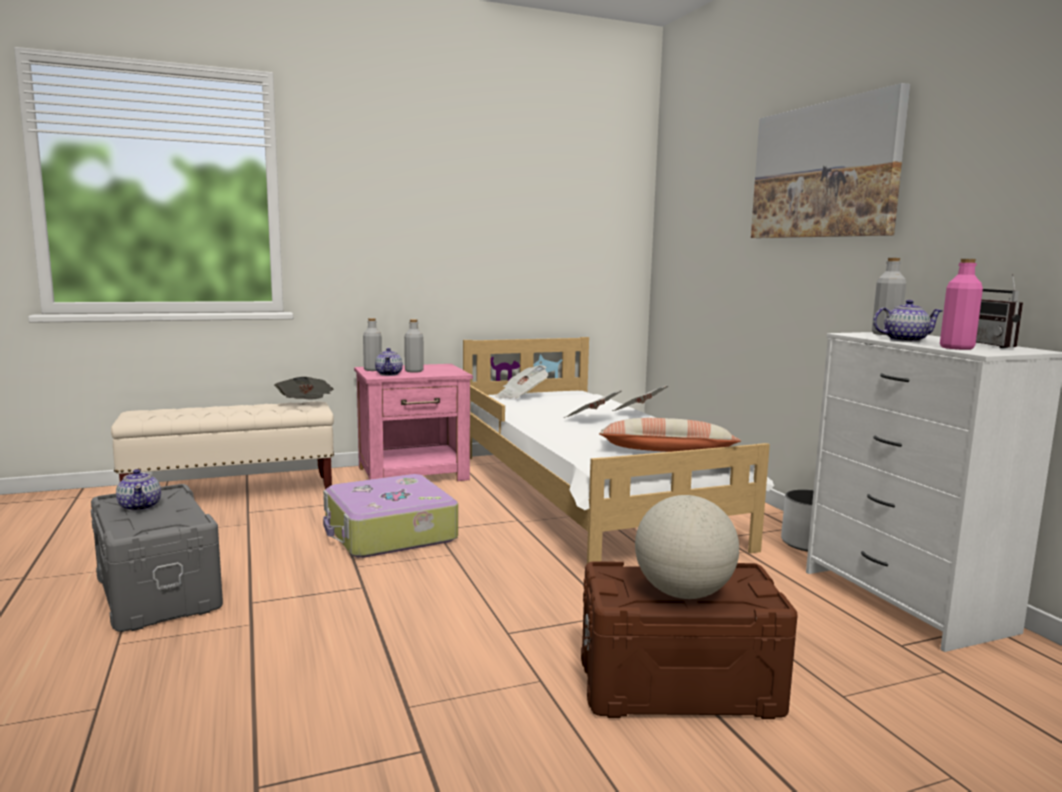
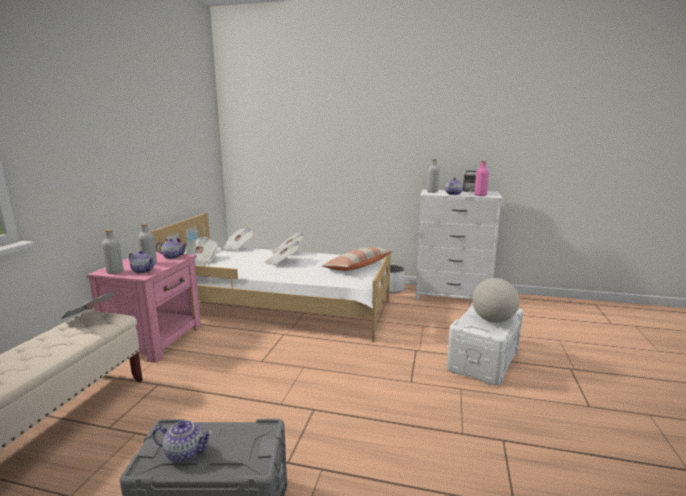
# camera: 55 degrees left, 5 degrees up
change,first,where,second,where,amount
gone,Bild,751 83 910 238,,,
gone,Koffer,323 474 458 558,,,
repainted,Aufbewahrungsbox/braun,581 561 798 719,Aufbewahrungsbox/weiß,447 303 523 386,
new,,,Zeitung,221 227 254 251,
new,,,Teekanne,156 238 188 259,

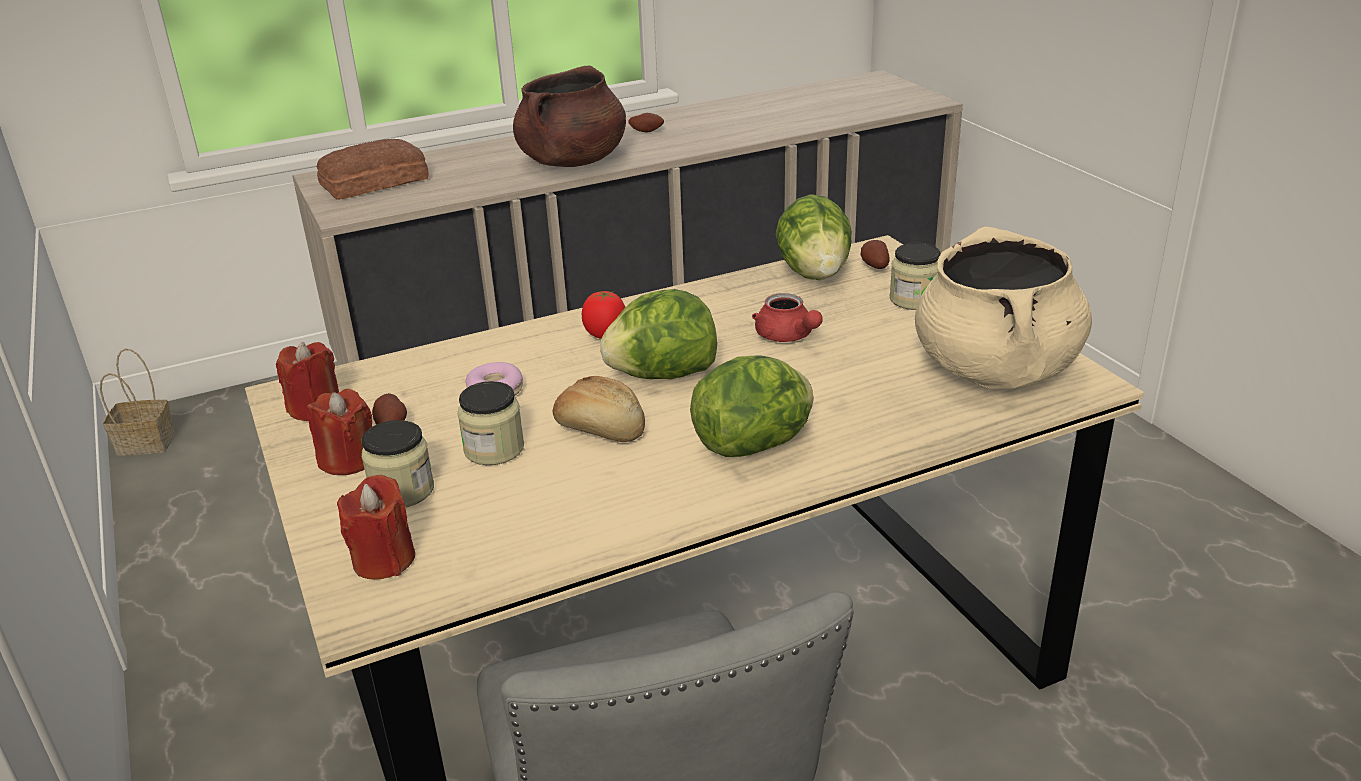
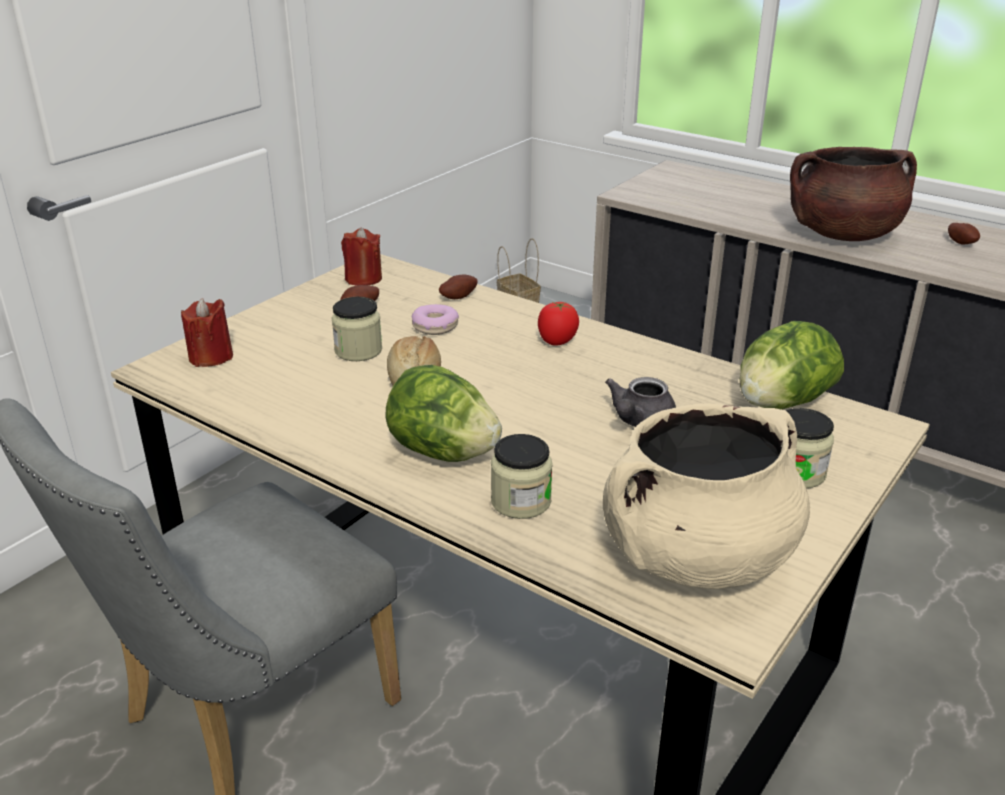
# camera: 60 degrees right, 0 degrees up
change,first,where,second,where,amount
gone,Brot,317 139 429 200,,,
shifted,Kartoffel,861 240 890 269,,439 275 478 299,
gone,Salatkopf,600 289 717 379,,,
repainted,Teekanne/rot,752 293 823 342,Teekanne/grau,605 377 676 427,
gone,Kerze/rot,307 389 372 475,,,
shifted,Vorratsglas,361 420 434 507,,491 434 553 519,

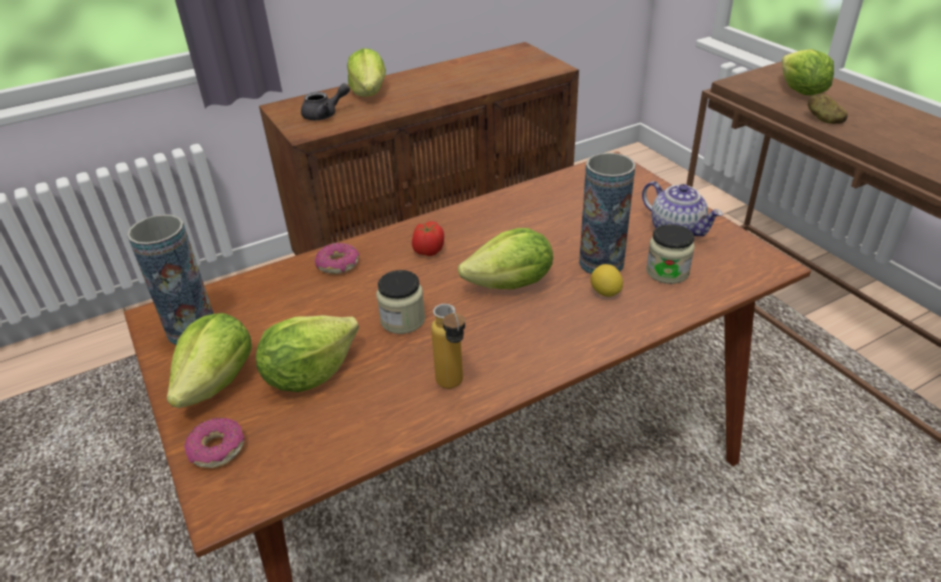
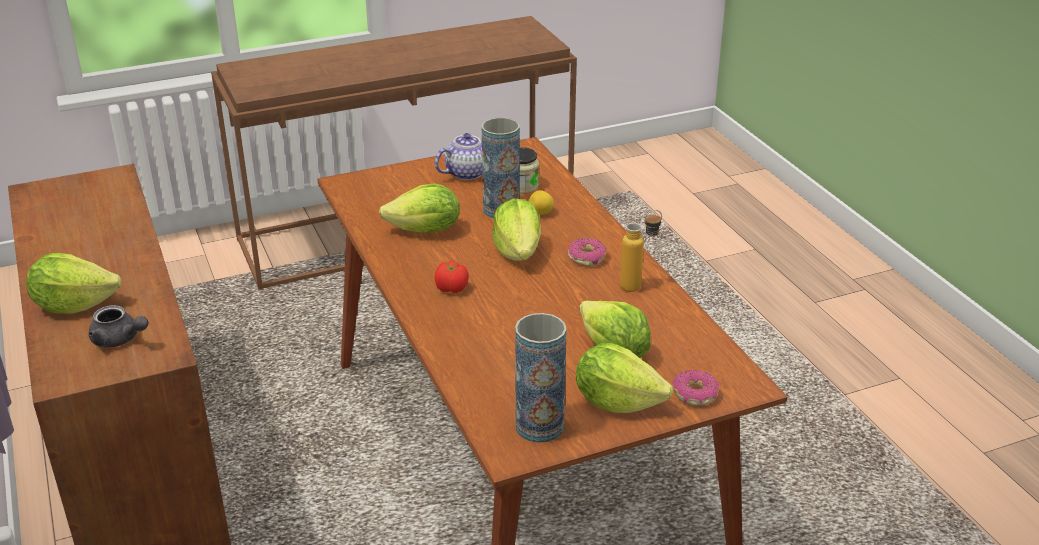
# camera: 85 degrees left, 5 degrees down
change,first,where,second,where,amount
shifted,Salatkopf,782 49 834 95,,379 184 460 233,
rotated,Teekanne/grau,301 83 350 120,,89 305 149 347,135 degrees clockwise
gone,Kartoffel,808 94 848 124,,,
shifted,Donut,315 243 359 275,,568 238 607 267,
gone,Vorratsglas,376 270 425 334,,,

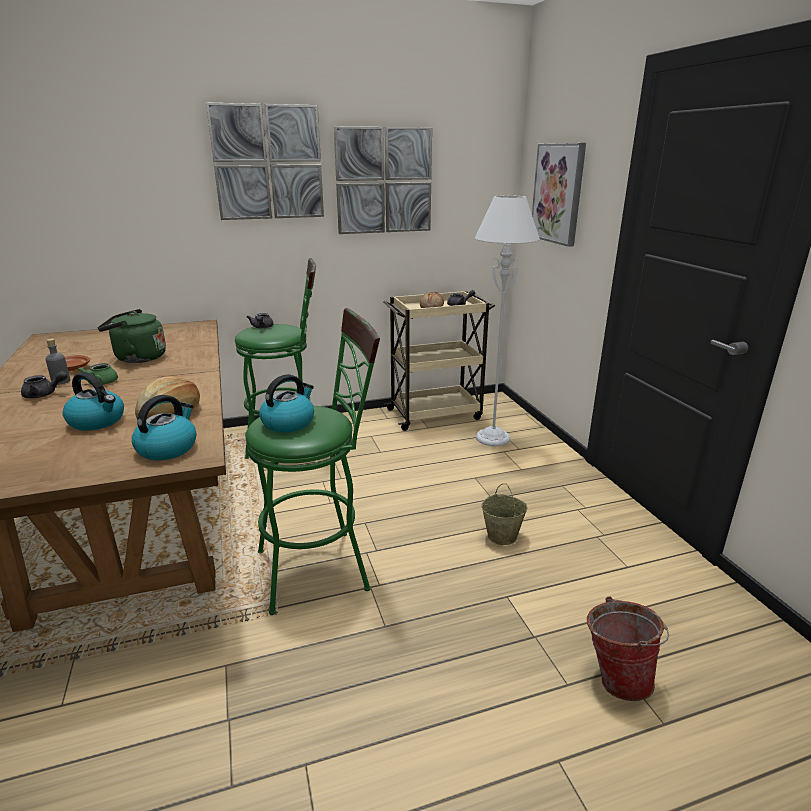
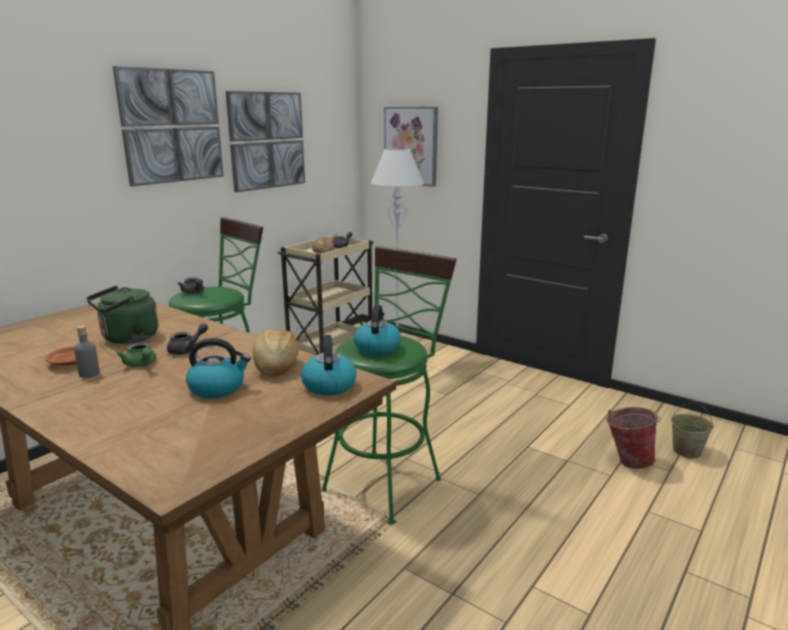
# camera: 35 degrees left, 5 degrees down
change,first,where,second,where,amount
shifted,Teekanne/grau,21 371 67 398,,167 323 208 355,
shifted,Eimer/beige,481 484 528 545,,671 402 714 458,

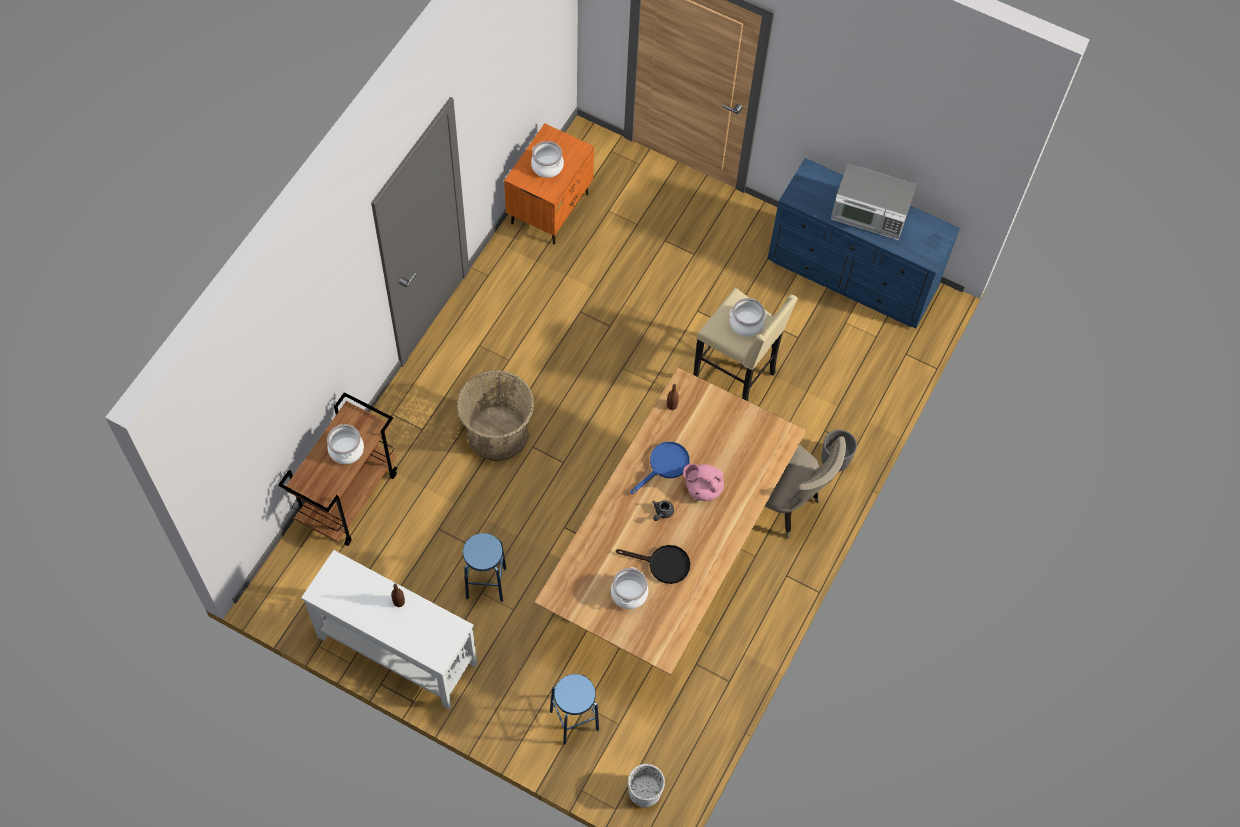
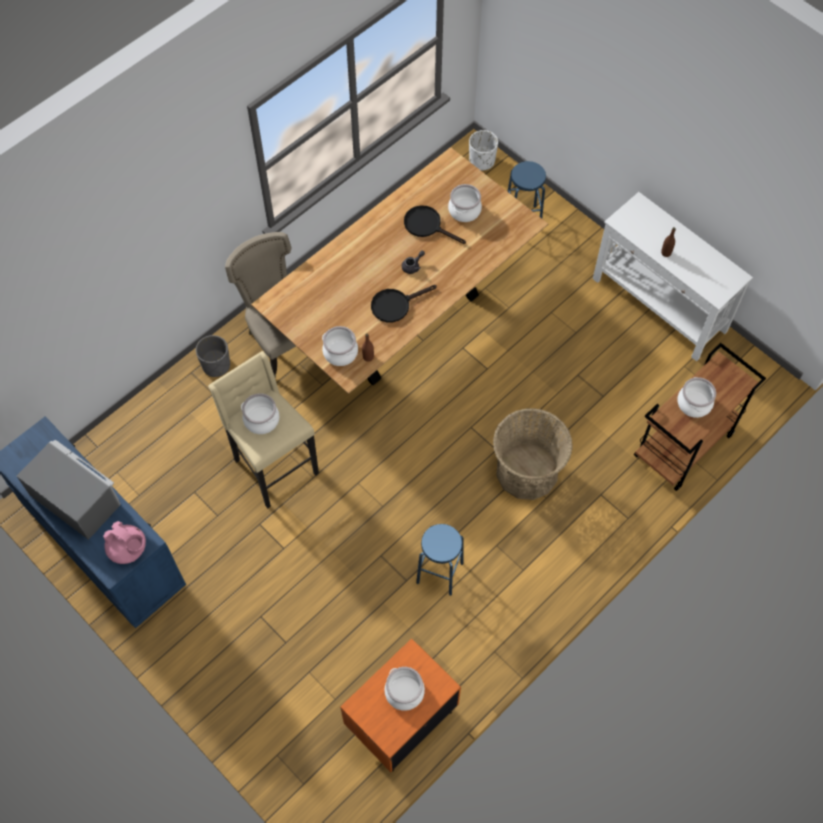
# camera: 160 degrees left, 0 degrees up
change,first,where,second,where,amount
repainted,Pfanne/blau,630 442 689 494,Pfanne/schwarz,371 285 437 322,
shifted,Teekanne/rosa,683 464 724 501,,103 521 146 564,
shifted,Hocker/blau,463 533 506 602,,416 524 464 596,
new,,,Kochtopf,322 326 358 366,

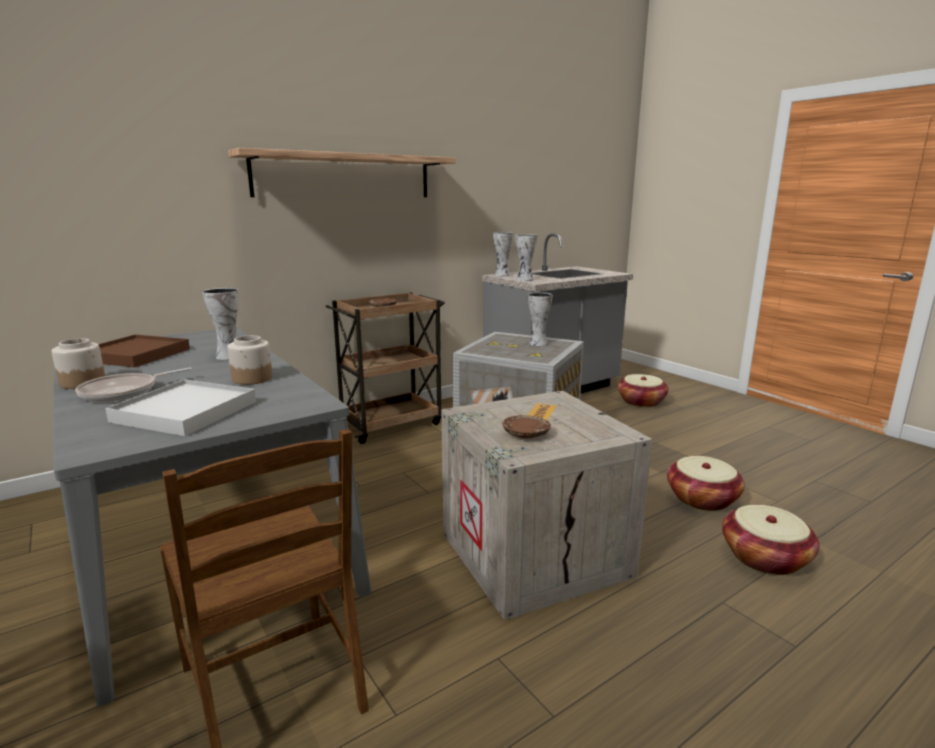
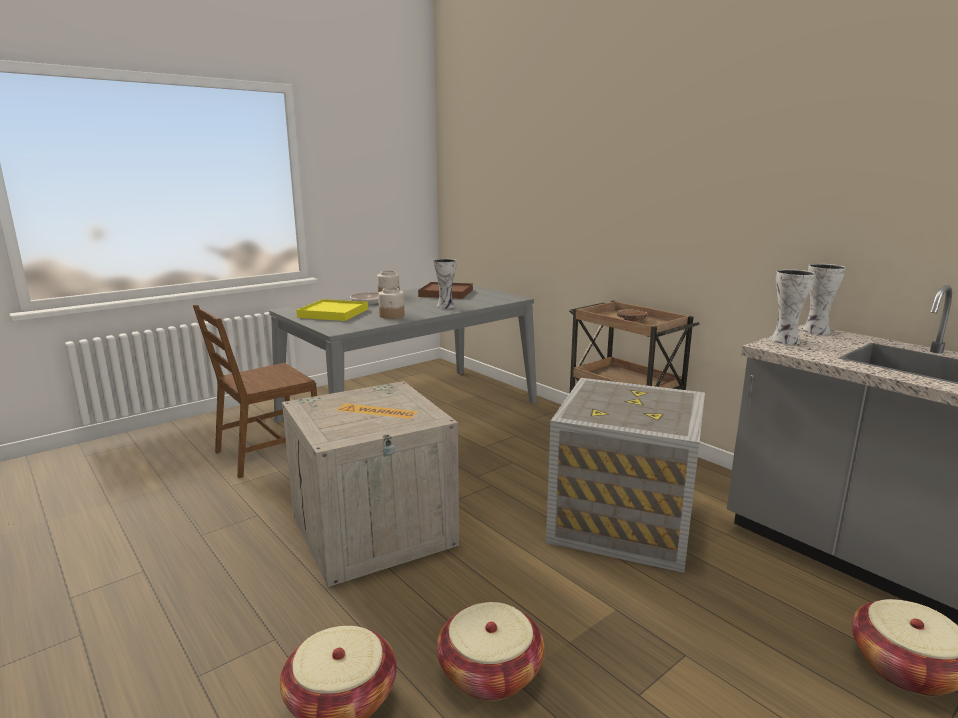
# camera: 85 degrees right, 0 degrees up
change,first,where,second,where,amount
gone,Wandregal,228 148 455 197,,,
gone,Vase,528 292 553 346,,,
repainted,Tablett/weiß,105 379 256 436,Tablett/gelb,296 299 368 321,
gone,Teller/braun,502 415 551 438,,,

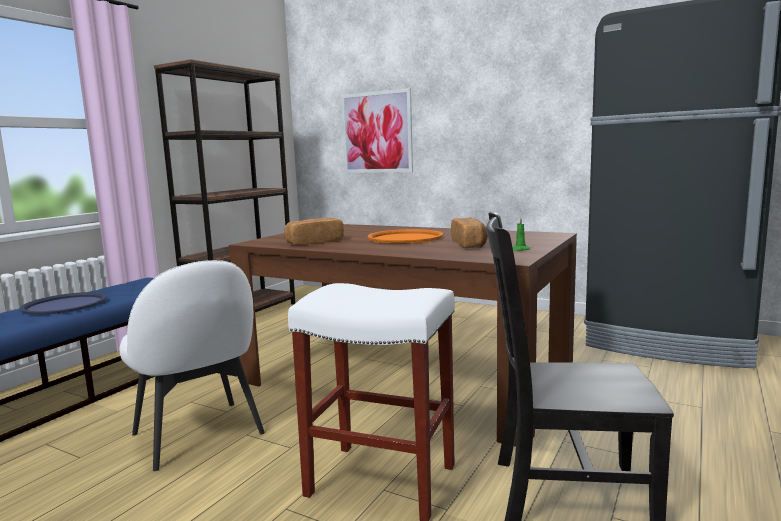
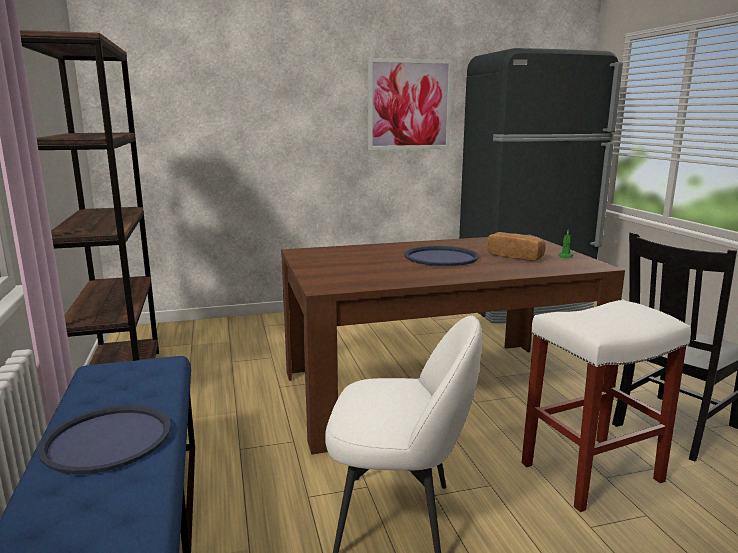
# camera: 45 degrees left, 5 degrees up
change,first,where,second,where,amount
shifted,Bild,341 88 413 173,,368 58 453 150,
gone,Brot,284 218 344 245,,,
repainted,Tablett/orange,368 229 443 244,Tablett/blau,404 246 479 266,

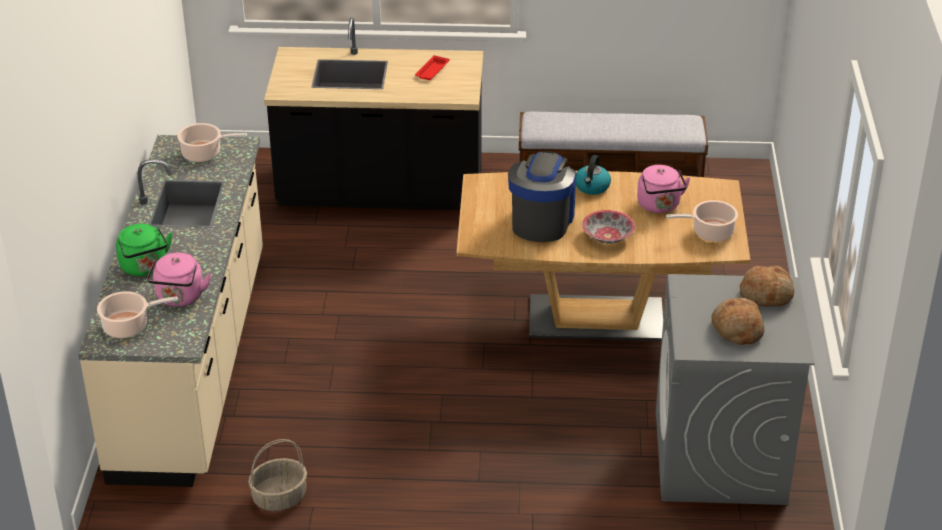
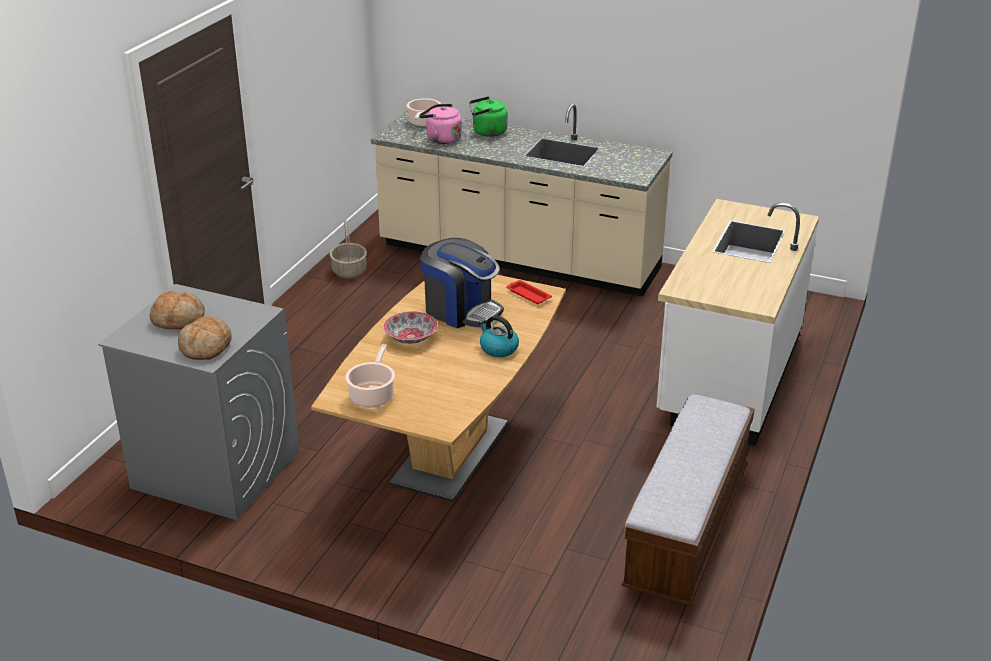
# camera: 110 degrees right, 5 degrees down
change,first,where,second,where,amount
repainted,Küchenzeile/schwarz,264 17 483 210,Küchenzeile/weiß,656 199 819 446,
shifted,Tablett/rot,415 55 450 80,,506 280 552 304,
gone,Kochtopf,177 123 247 162,,,
gone,Wasserkessel/rosa,637 165 690 213,,,

